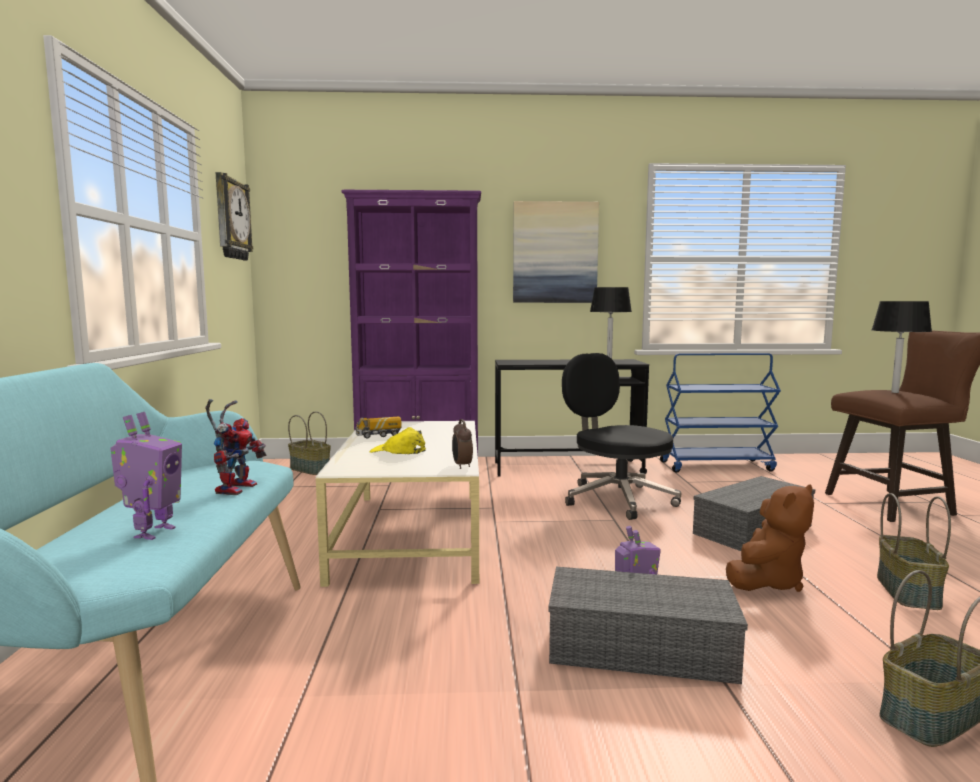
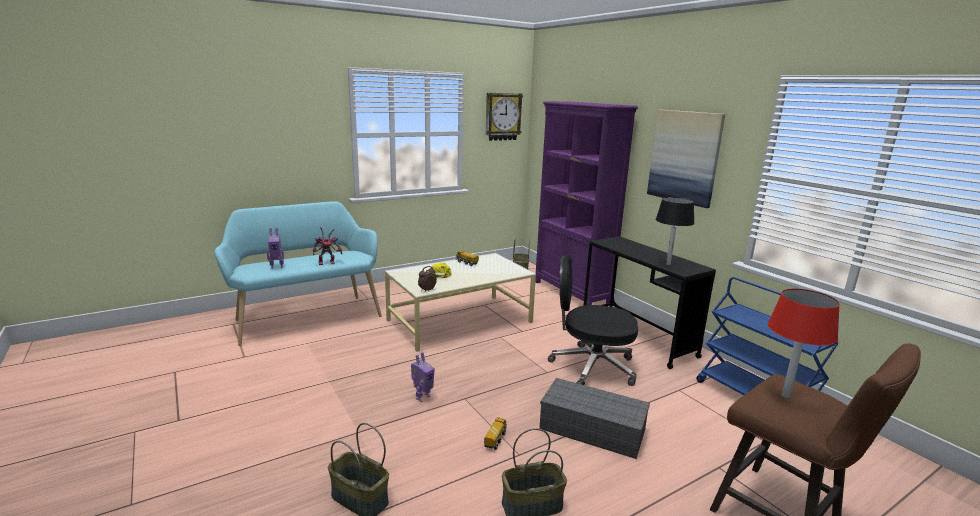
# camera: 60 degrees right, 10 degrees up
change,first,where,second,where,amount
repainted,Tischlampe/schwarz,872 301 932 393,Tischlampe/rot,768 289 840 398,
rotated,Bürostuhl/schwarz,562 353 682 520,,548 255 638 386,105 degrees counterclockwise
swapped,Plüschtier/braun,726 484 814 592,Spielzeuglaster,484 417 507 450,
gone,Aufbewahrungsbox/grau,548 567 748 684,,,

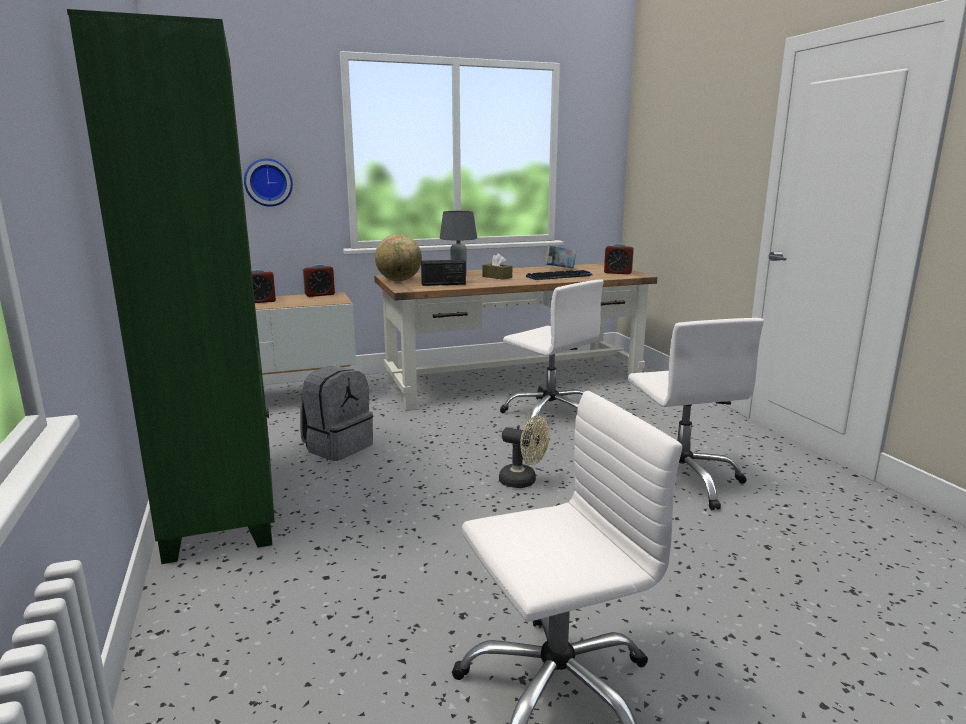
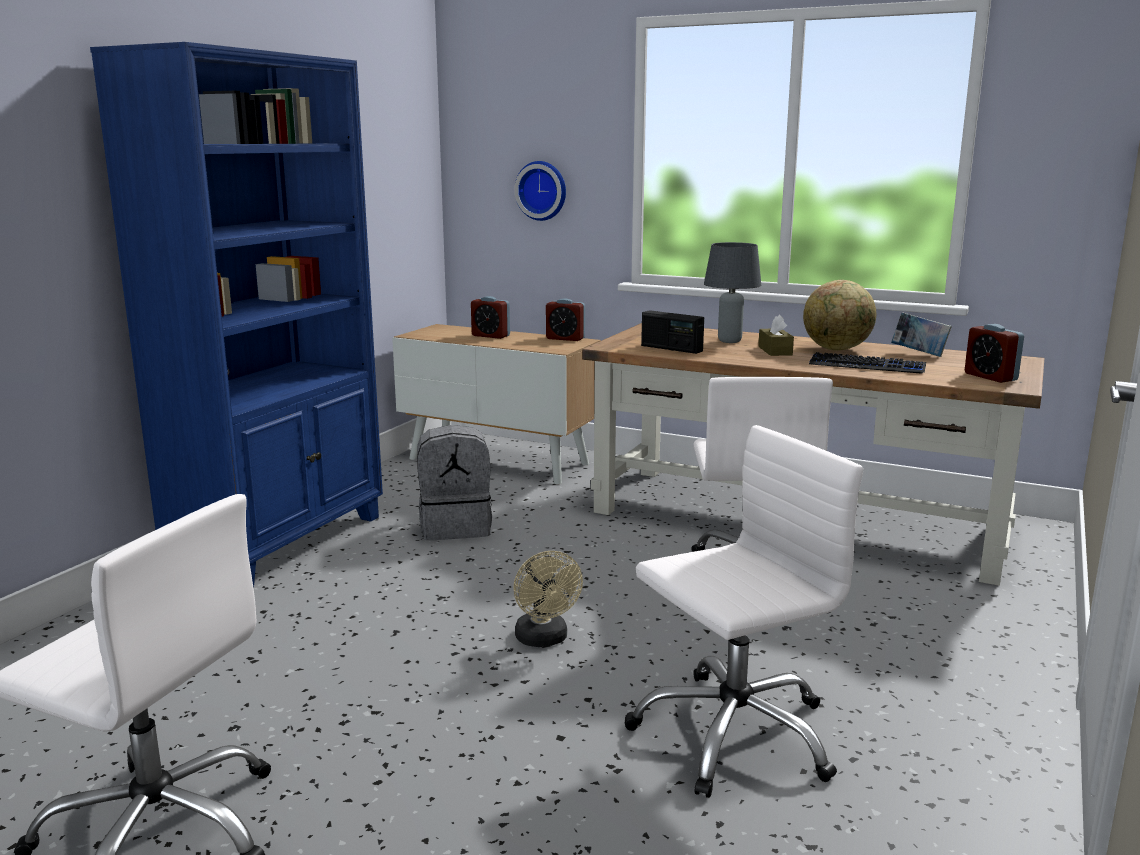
# camera: 45 degrees right, 0 degrees up
change,first,where,second,where,amount
repainted,Bücherregal/grün,67 9 275 564,Bücherregal/blau,90 42 383 587,
shifted,Globus,375 234 422 281,,803 280 876 351,
rotated,Bürostuhl/weiß,628 318 764 510,,624 425 863 798,150 degrees counterclockwise

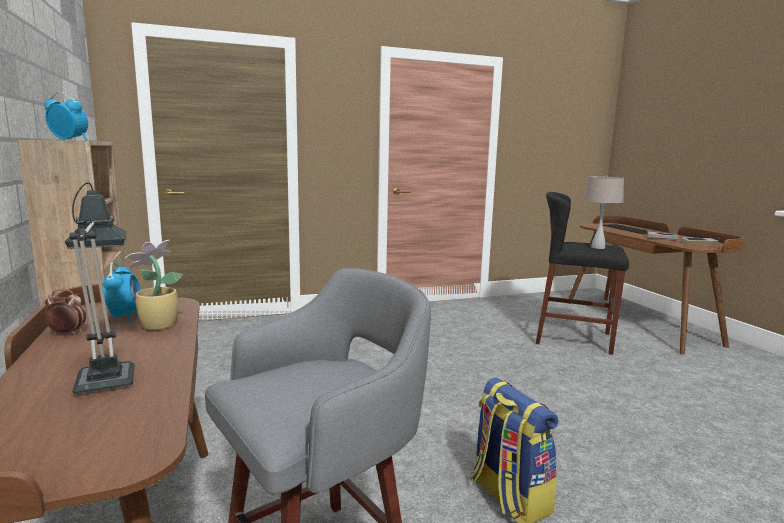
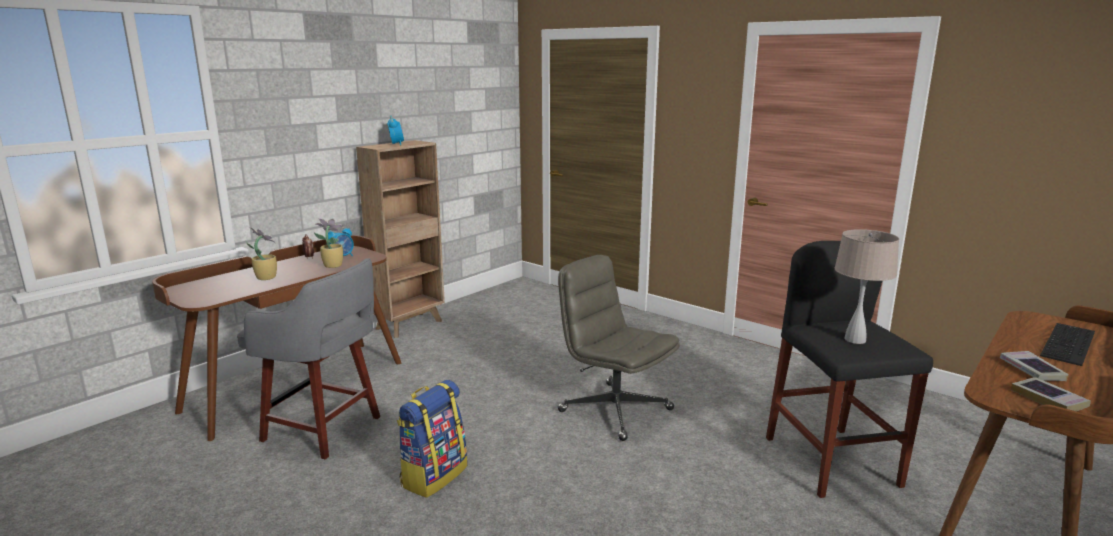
# camera: 60 degrees right, 5 degrees up
change,first,where,second,where,amount
swapped,Tischlampe,65 183 135 394,Topfpflanze,246 227 277 280,
new,,,Bürostuhl/grau,558 255 680 441,

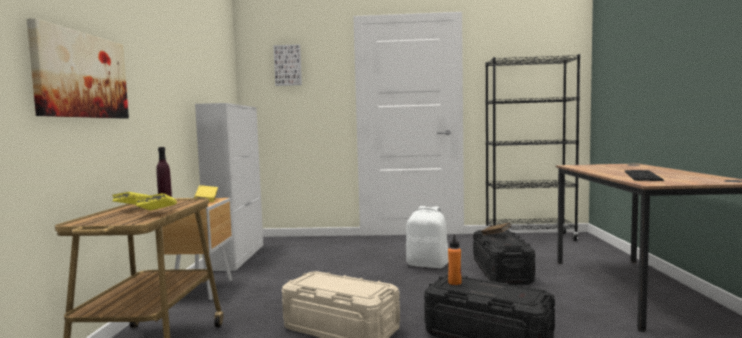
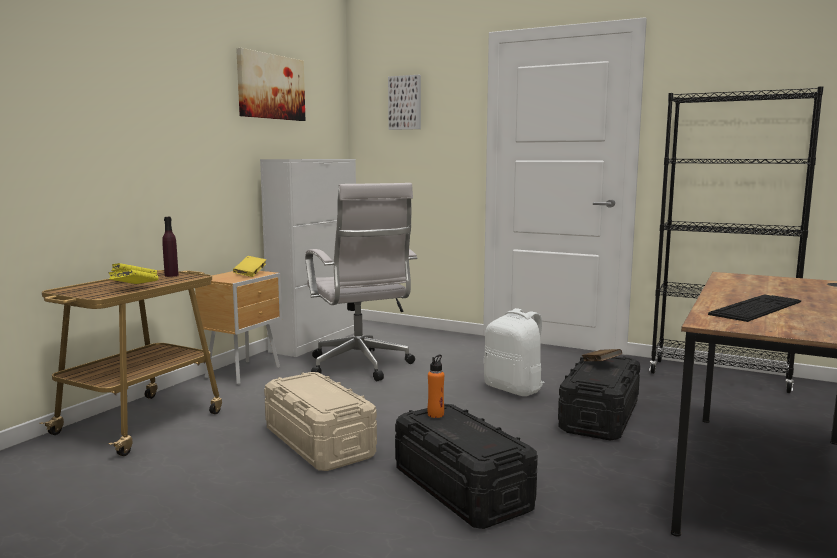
# camera: 25 degrees right, 5 degrees up
change,first,where,second,where,amount
shifted,Bild,27 18 129 119,,236 48 306 121,
new,,,Bürostuhl/weiß,305 183 417 381,

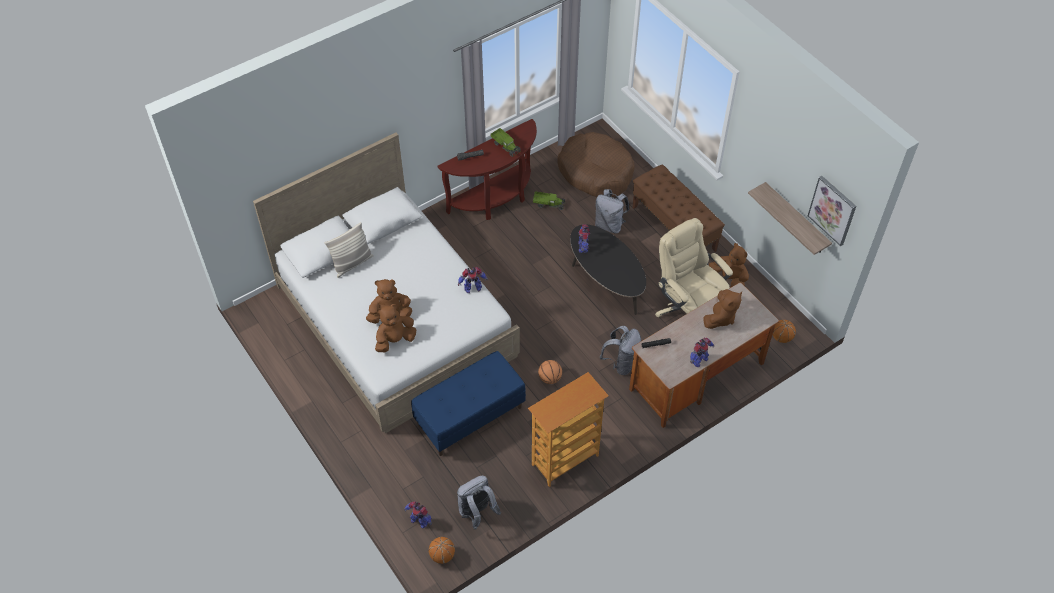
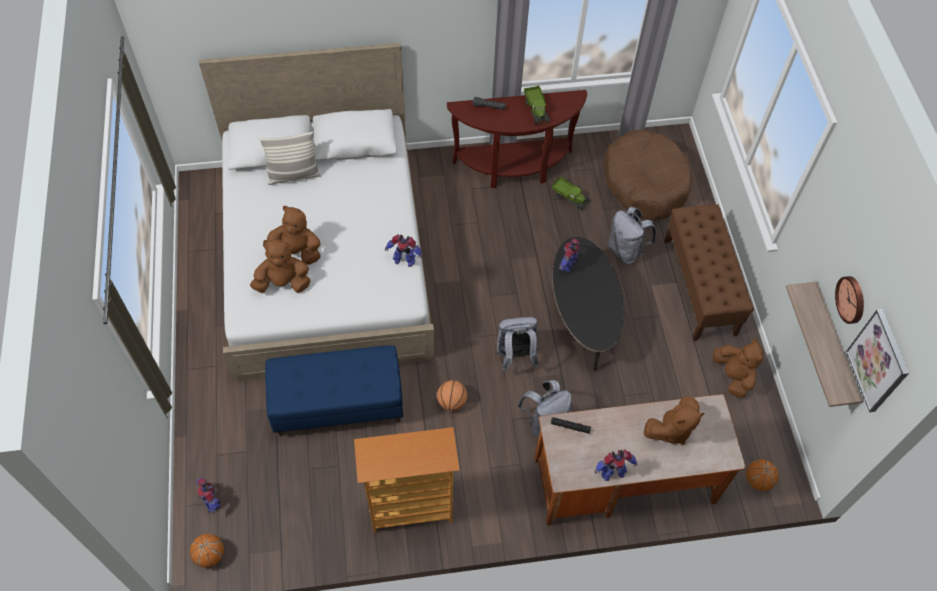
# camera: 25 degrees right, 5 degrees up
change,first,where,second,where,amount
gone,Bürostuhl/beige,655 218 733 317,,,
shifted,Rucksack/grau,457 476 501 530,,495 317 539 371,
new,,,Wanduhr,835 276 864 324,

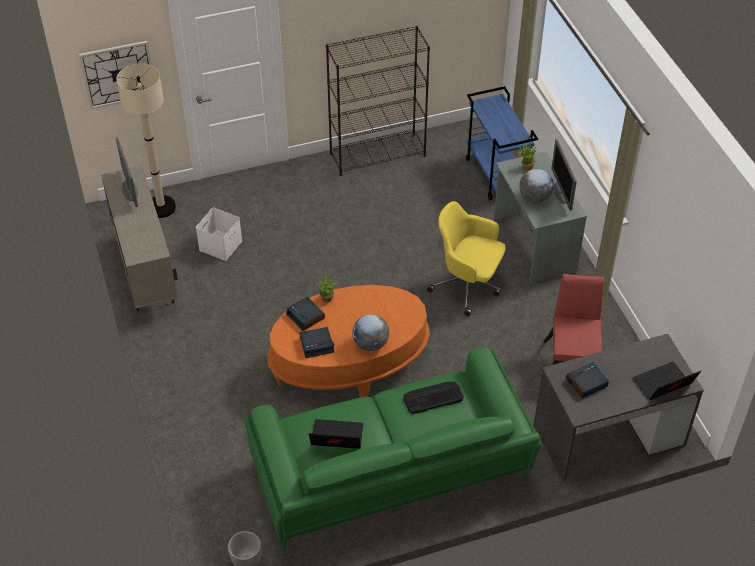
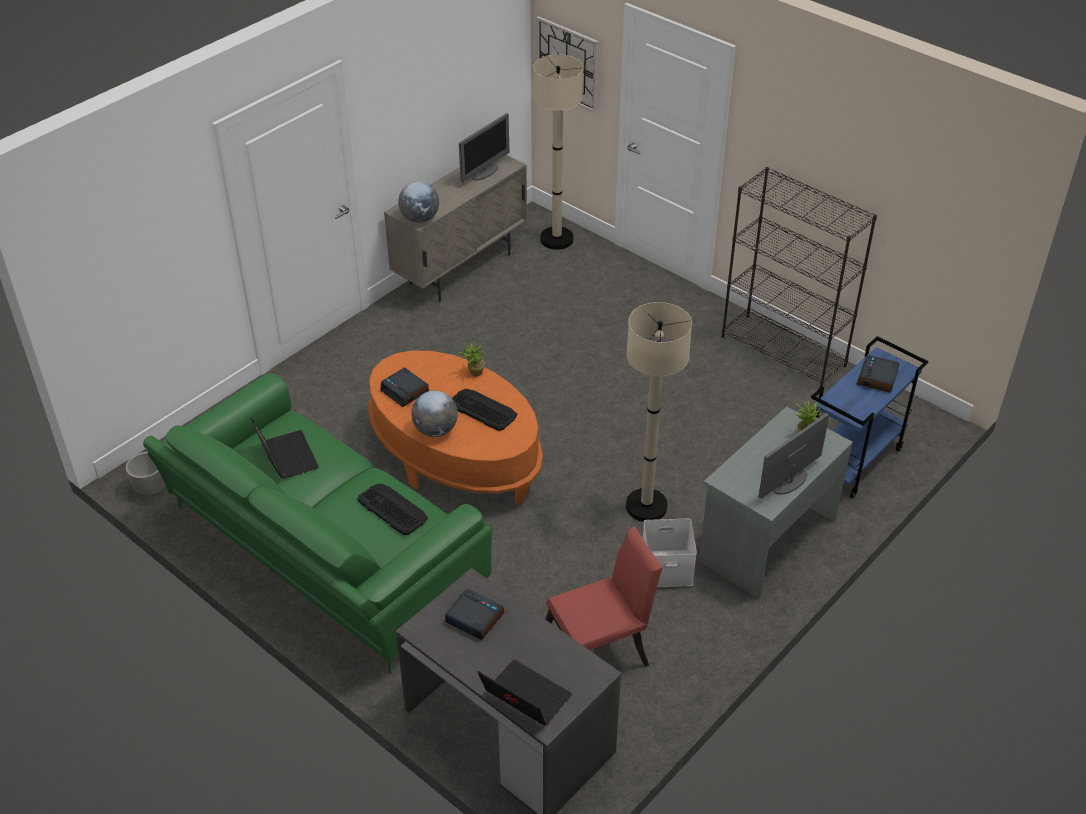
# camera: 60 degrees right, 5 degrees down
change,first,where,second,where,amount
shifted,Globus,519 169 554 203,,398 182 439 223,
swapped,Bürostuhl/gelb,427 201 505 316,Stehlampe/beige,626 302 692 522,
shifted,Aufbewahrungsbox/weiß,196 207 242 261,,643 518 697 587,
shifted,Wecker,286 297 325 331,,857 355 899 393,
new,,,Tastatur,452 389 518 431,

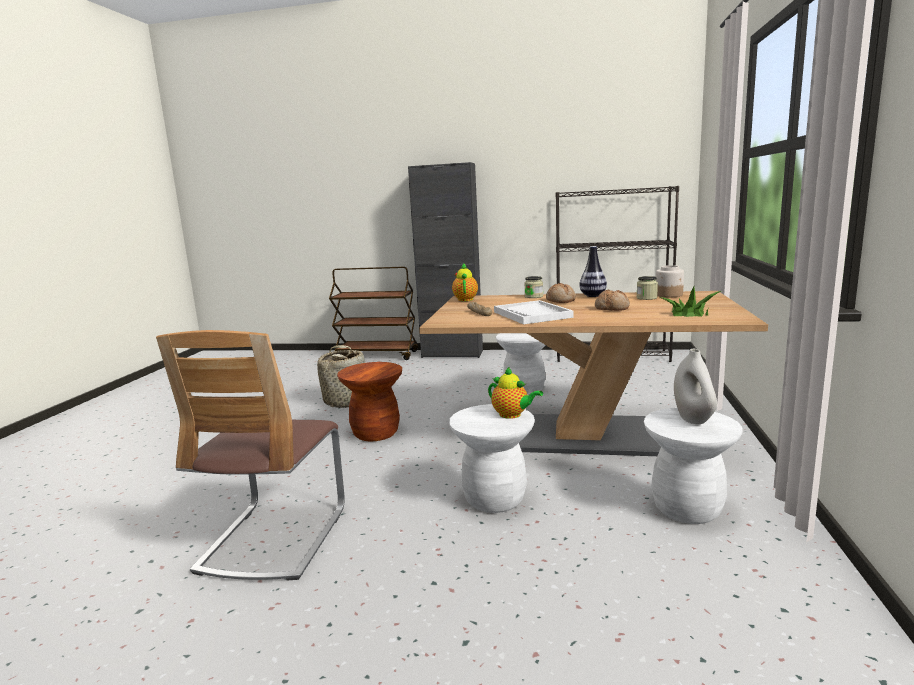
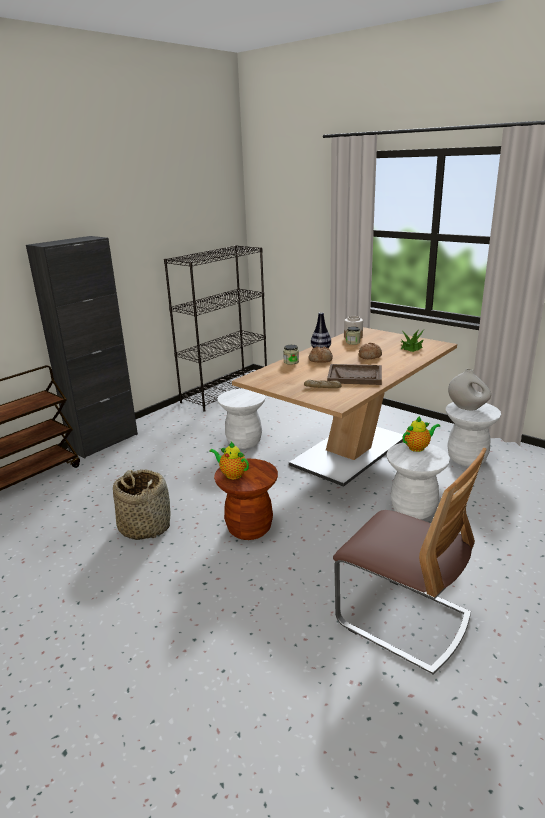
# camera: 60 degrees left, 10 degrees up
change,first,where,second,where,amount
shifted,Teekanne,452 263 478 301,,209 442 249 479,
repainted,Tablett/weiß,494 300 574 324,Tablett/braun,327 364 382 385,

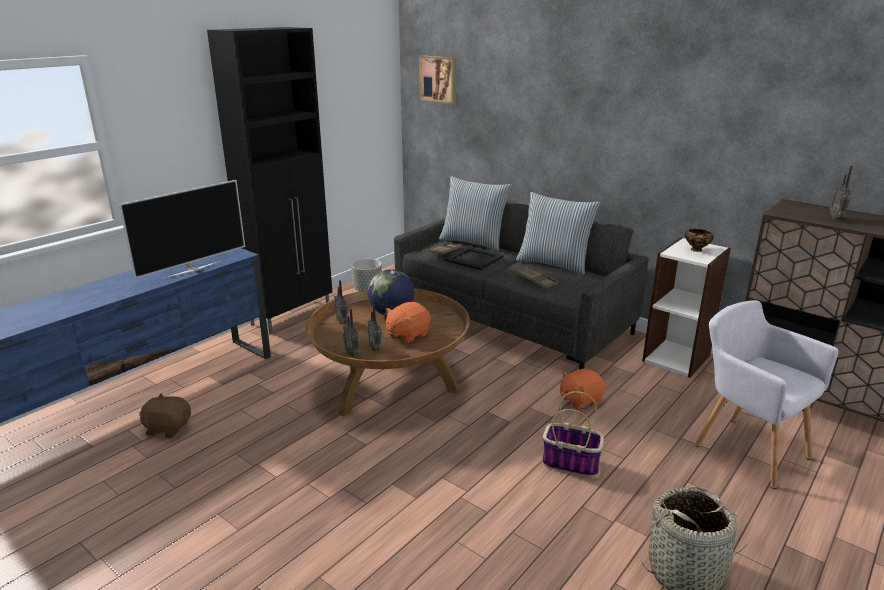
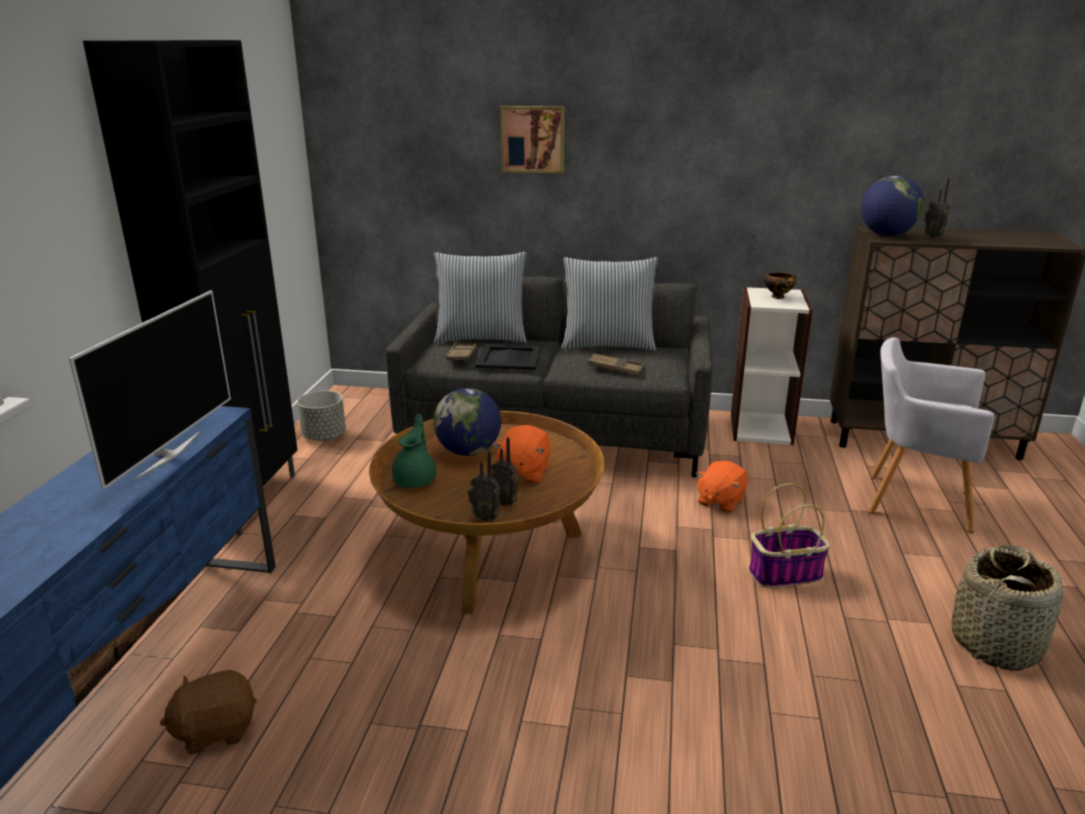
# camera: 30 degrees left, 0 degrees up
change,first,where,second,where,amount
shifted,Bild,419 56 456 104,,501 106 564 173,
swapped,Radio,334 280 350 324,Teekanne/grün,392 414 437 488,
new,,,Globus,861 176 924 236,

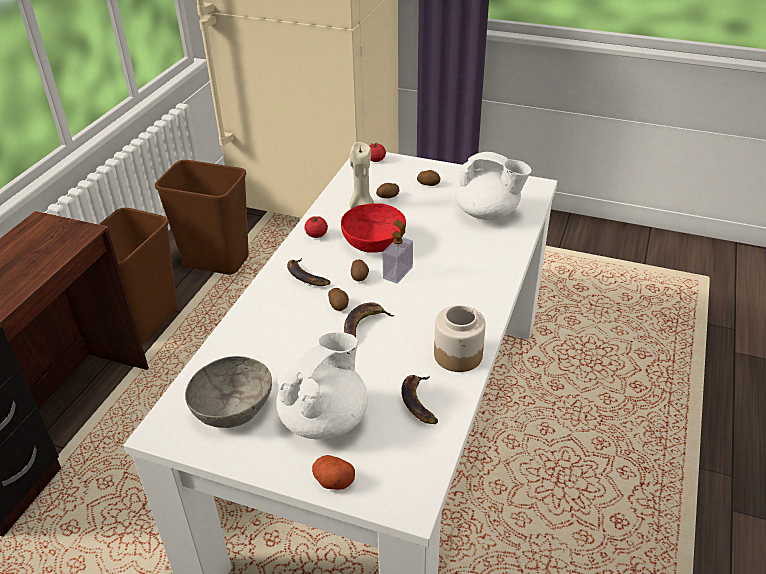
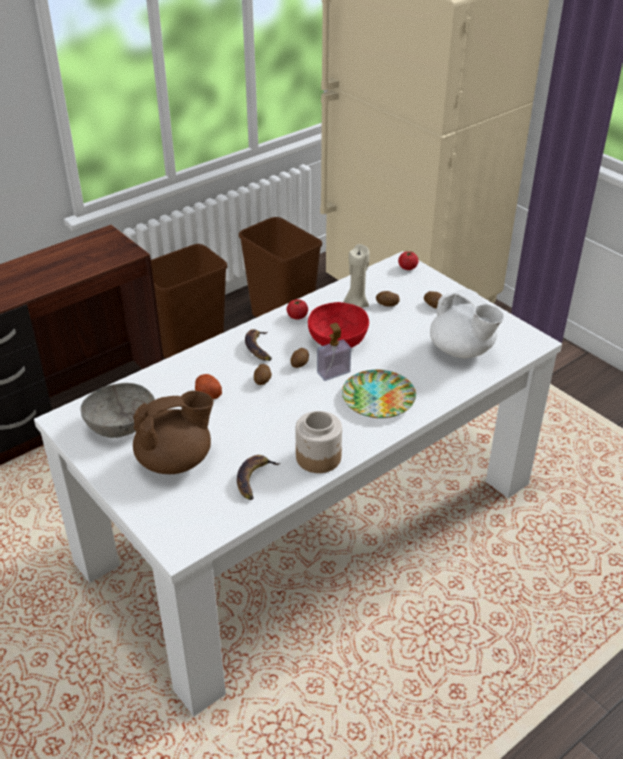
# camera: 30 degrees right, 0 degrees up
change,first,where,second,where,amount
gone,Banane,344 302 395 337,,,
repainted,Teekanne/weiß,276 332 368 440,Teekanne/braun,133 391 214 474,
shifted,Kartoffel,312 455 355 490,,195 374 222 399,
new,,,Teller,342 370 416 418,

